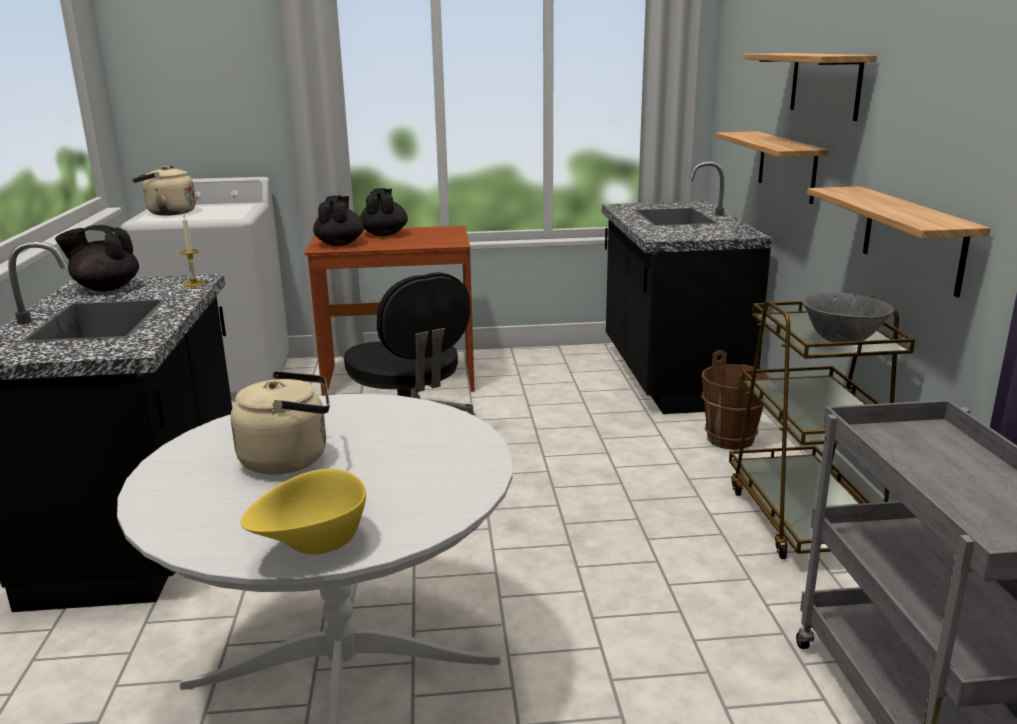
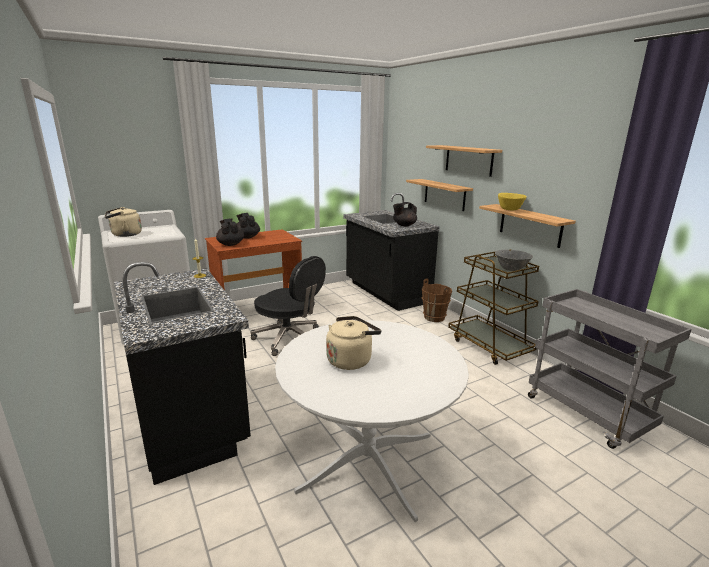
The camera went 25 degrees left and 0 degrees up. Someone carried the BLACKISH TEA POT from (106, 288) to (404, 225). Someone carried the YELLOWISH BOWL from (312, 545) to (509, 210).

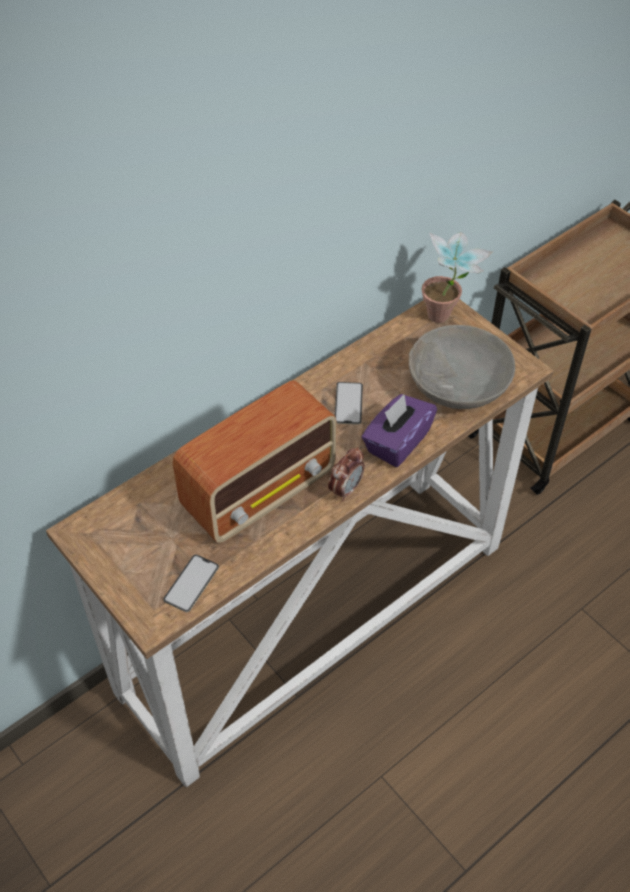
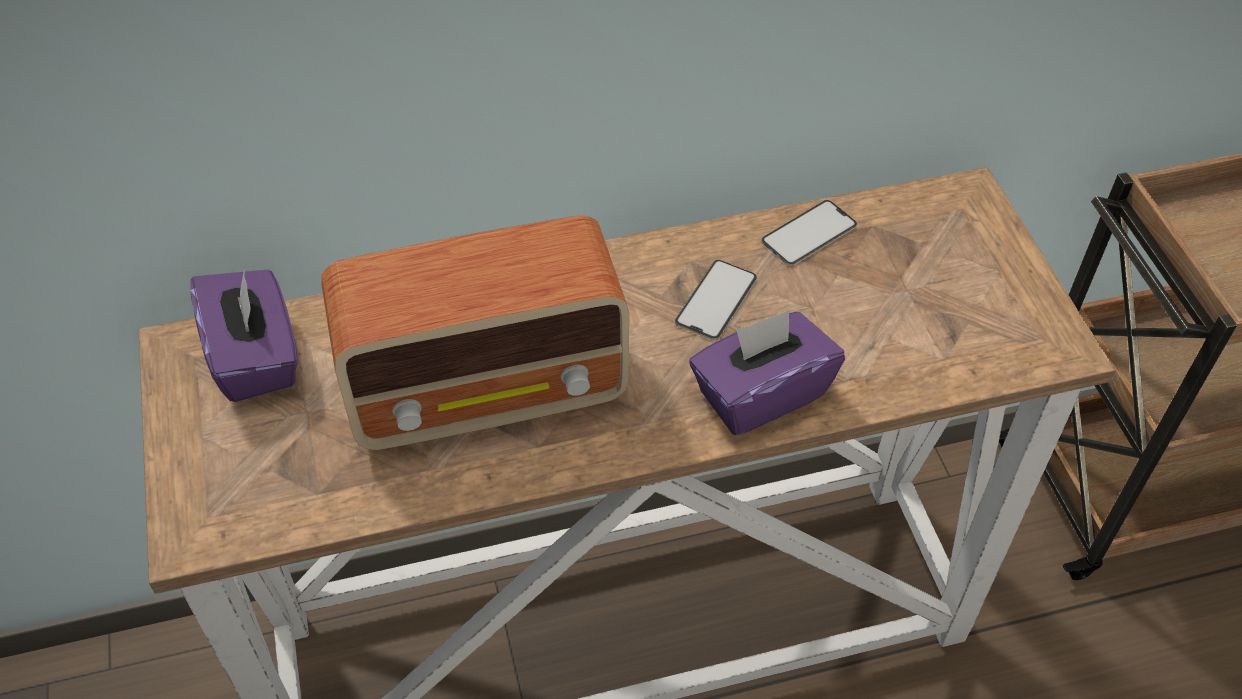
The camera went 25 degrees right and 0 degrees up. Someone took away the POTTED PLANT at (446, 318). Someone took away the GREY BOWL at (458, 385). Someone took away the TABLE CLOCK at (346, 489). Someone carried the TELEPHONE from (191, 583) to (809, 233). Someone put down the PURPLISH BOX OF TISSUES at (256, 357).

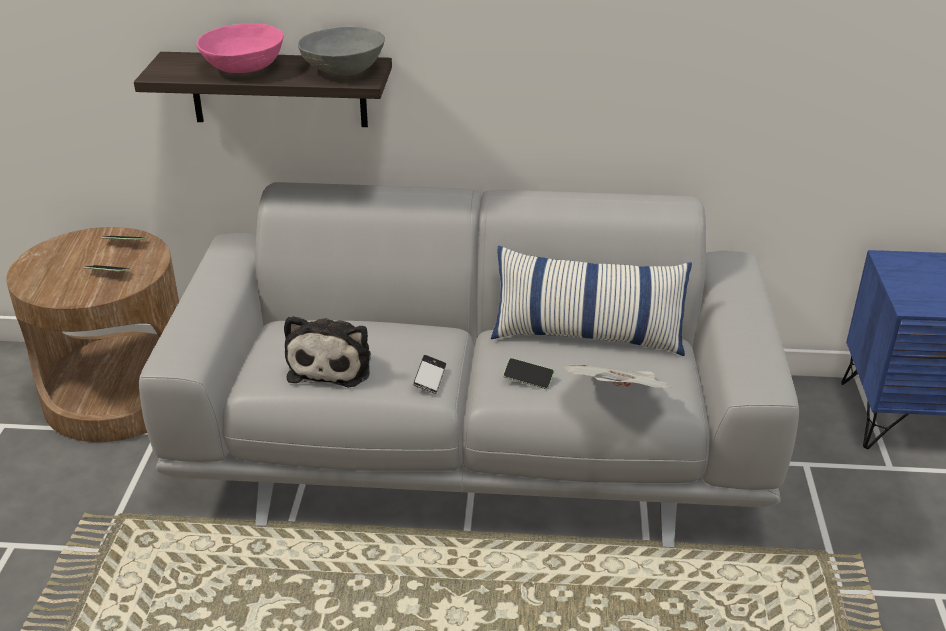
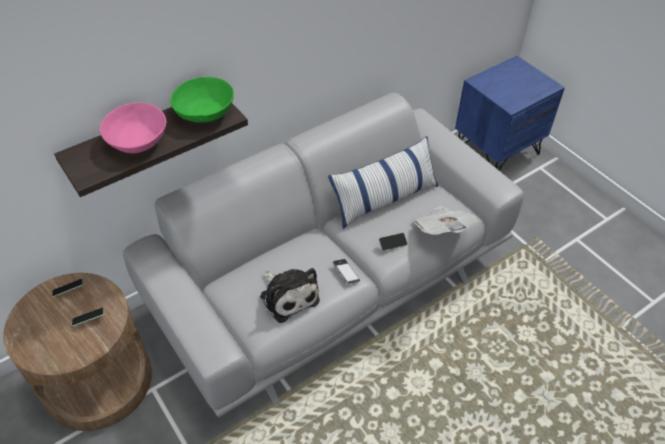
The camera went 40 degrees left and 15 degrees up. Someone repainted the GREY BOWL at (344, 70), which became the GREEN BOWL at (205, 112).

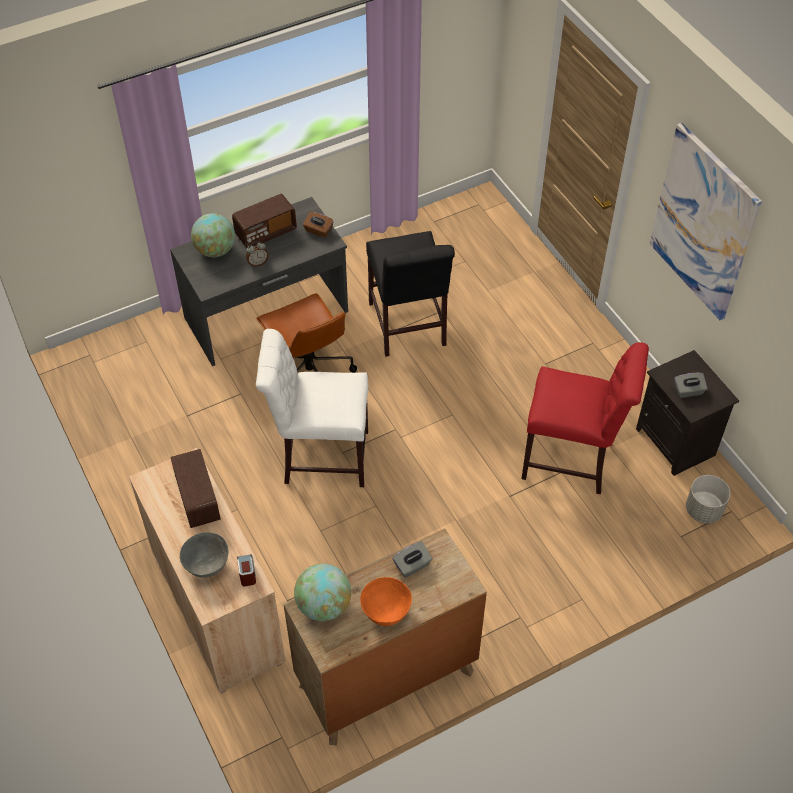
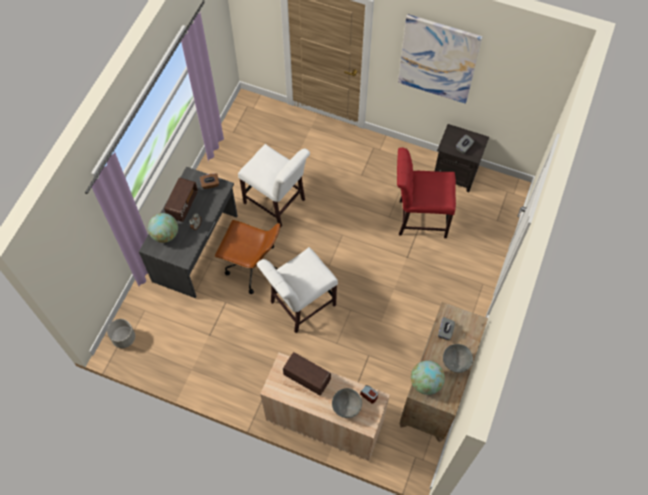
The camera went 40 degrees left and 10 degrees up. Someone repainted the BLACKISH UPRIGHT CHAIR at (408, 328), which became the WHITISH UPRIGHT CHAIR at (277, 203). Someone rotated the RED-COLOURED UPRIGHT CHAIR at (572, 461) by 150 degrees counterclockwise. Someone carried the GREY FLOWER POT from (703, 510) to (124, 338). Someone repainted the ORANGE BOWL at (386, 613), which became the GREY BOWL at (455, 363).

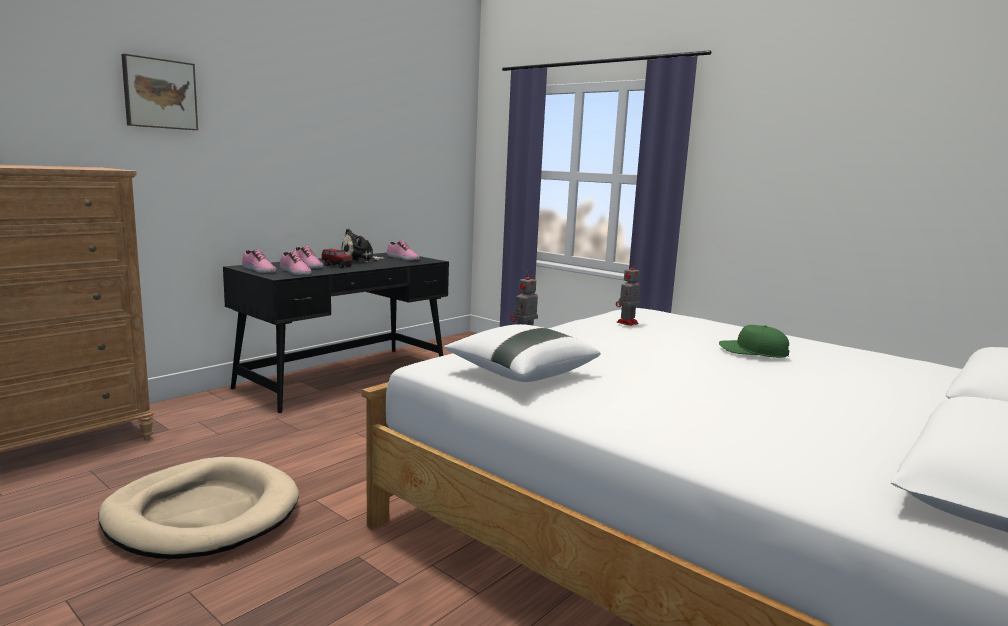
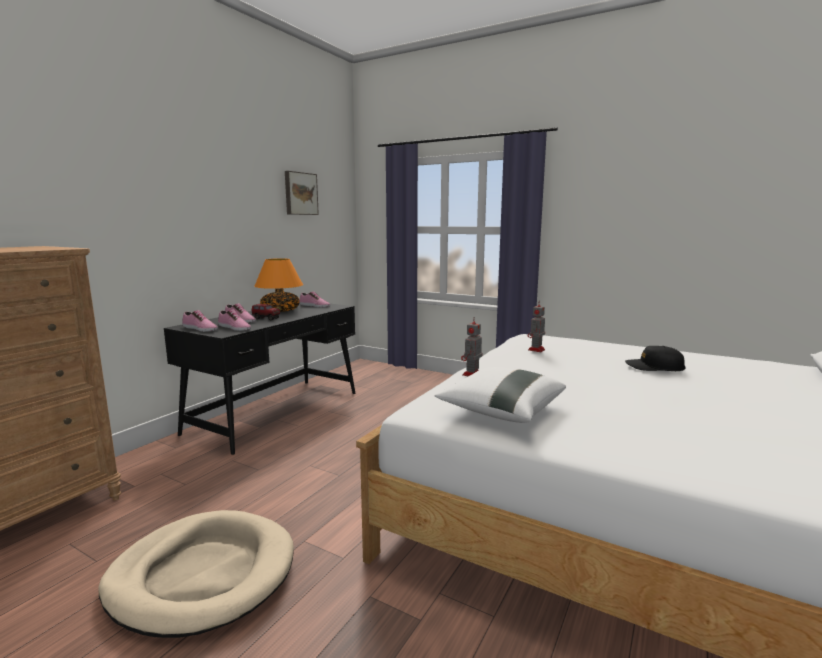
The camera went 10 degrees left and 0 degrees up. Someone carried the WALL PICTURE from (159, 94) to (300, 193). Someone swapped the CUDDLY TOY at (360, 260) for the ORANGE LAMP FOR A TABLE at (280, 310). Someone repainted the GREEN PEAKED CAP at (753, 352), which became the BLACKISH PEAKED CAP at (654, 367).

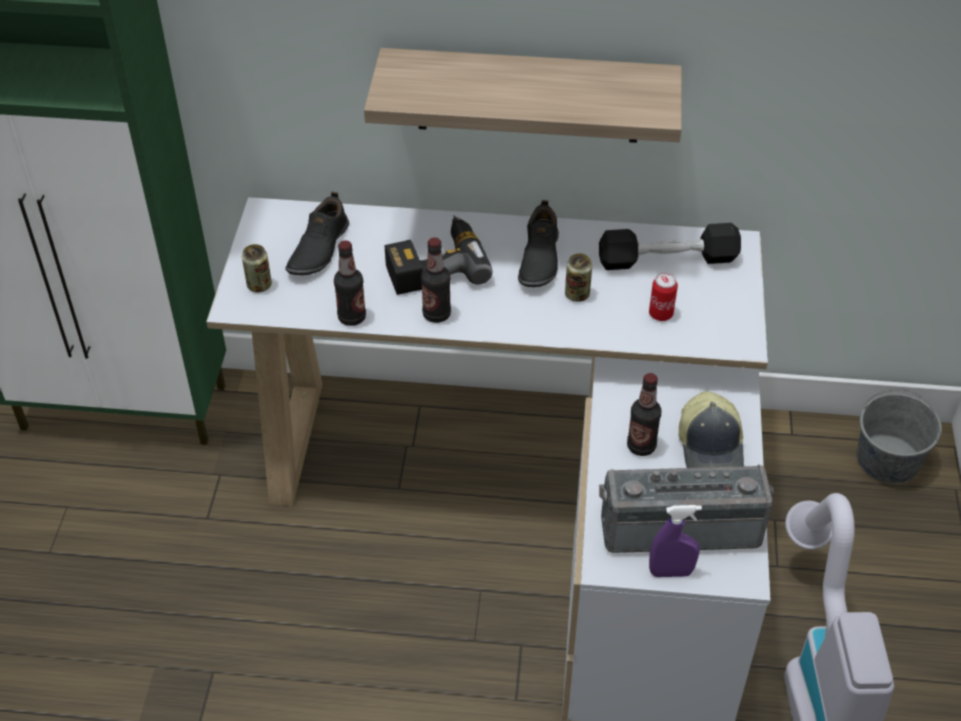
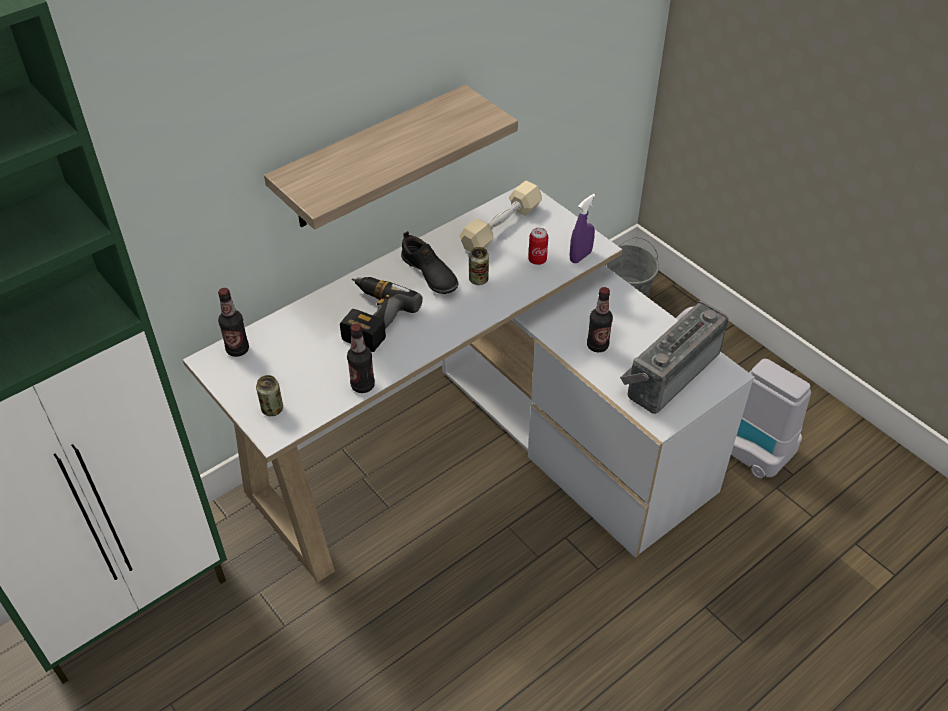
The camera went 45 degrees left and 0 degrees up. Someone took away the BLACKISH ITEM OF FOOTWEAR at (318, 249). Someone repainted the BLACKISH HAND WEIGHT at (667, 259), which became the BEIGE HAND WEIGHT at (501, 227). Someone carried the DRINK BOTTLE from (436, 314) to (237, 349). Someone took away the PEAKED CAP at (711, 447). Someone carried the PURPLISH HAND SPRAYER from (671, 572) to (580, 256).

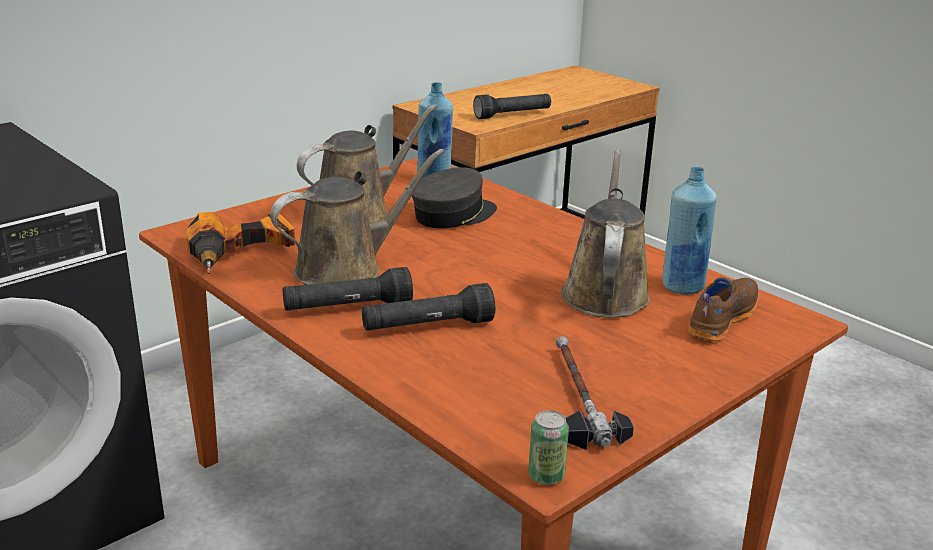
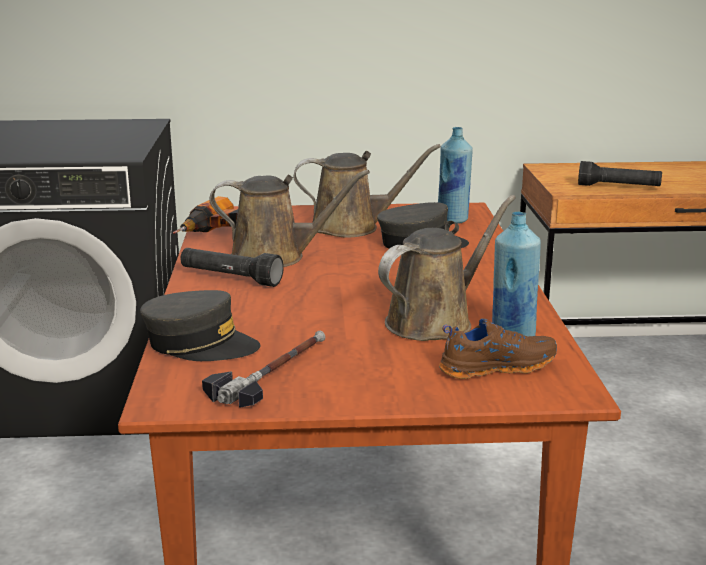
The camera went 40 degrees right and 5 degrees down. Someone took away the BLACKISH FLASHLIGHT at (427, 327). Someone took away the CAN at (546, 476). Someone put down the GREY PEAKED CAP at (200, 344).

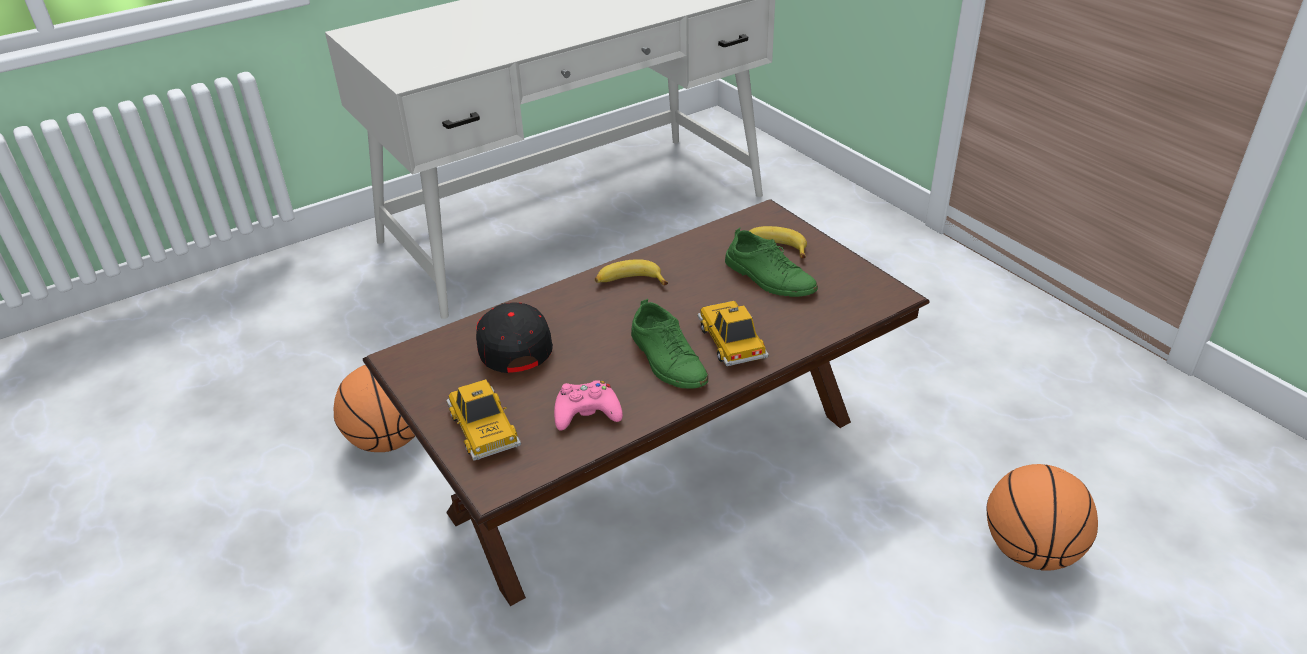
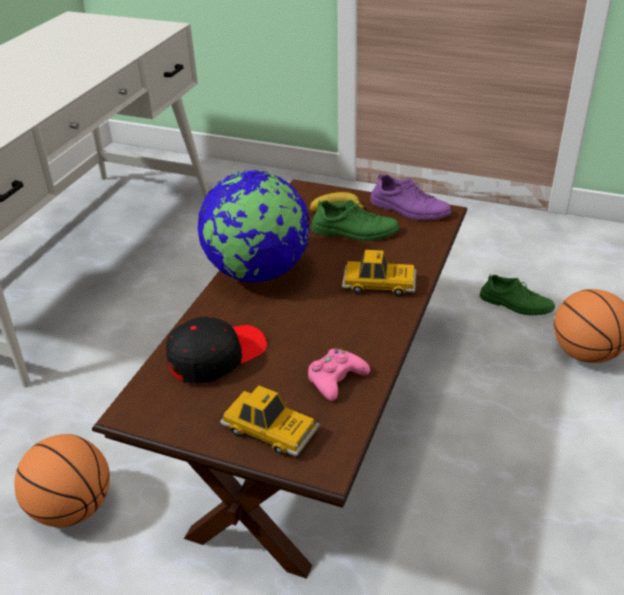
The camera went 35 degrees left and 0 degrees up. Someone swapped the BANANA FRUIT at (629, 282) for the DESK GLOBE at (258, 273). Someone carried the GREEN ITEM OF FOOTWEAR from (667, 359) to (515, 304). Someone rotated the MINIATURE CAR at (731, 341) by 150 degrees clockwise. Someone rotated the BLACKISH PEAKED CAP at (512, 343) by 105 degrees clockwise. Someone put down the PURPLISH ITEM OF FOOTWEAR at (409, 209).

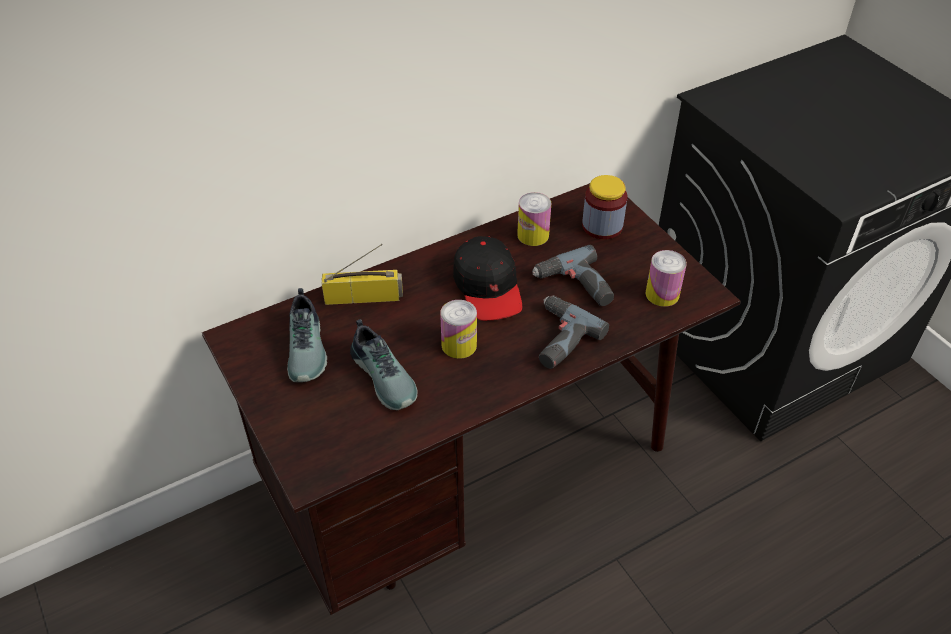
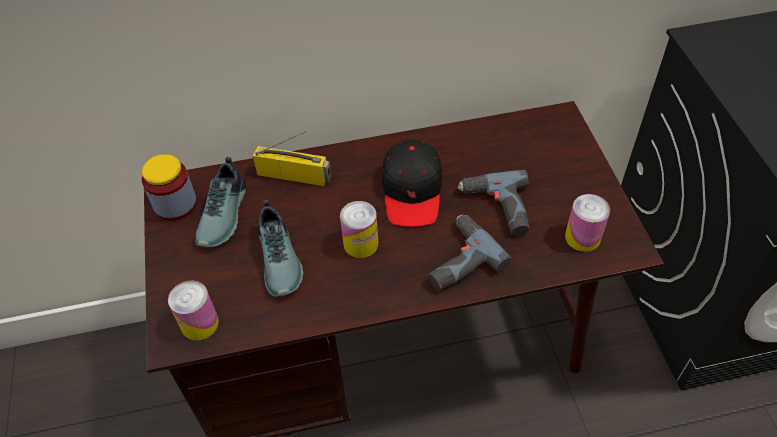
The camera went 20 degrees right and 5 degrees up. Someone carried the JAR from (602, 226) to (175, 204). Someone carried the CAN from (533, 235) to (199, 323).

